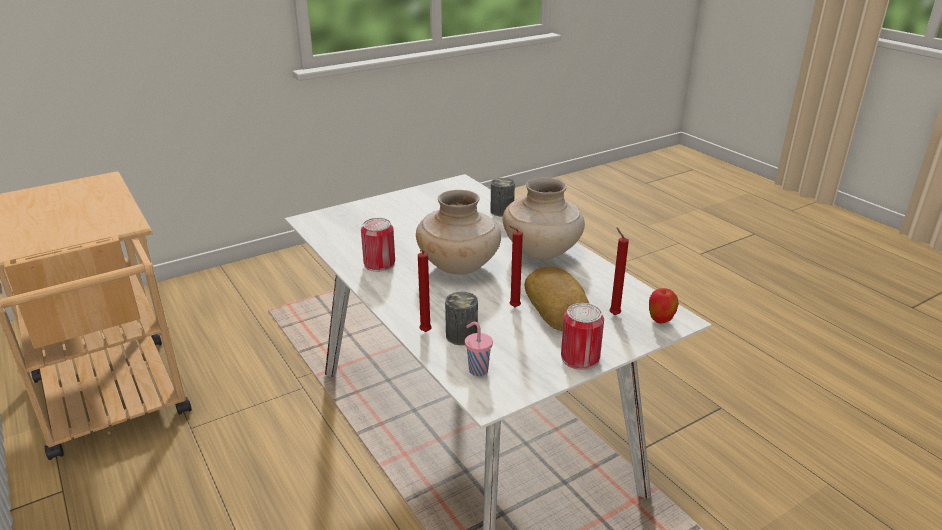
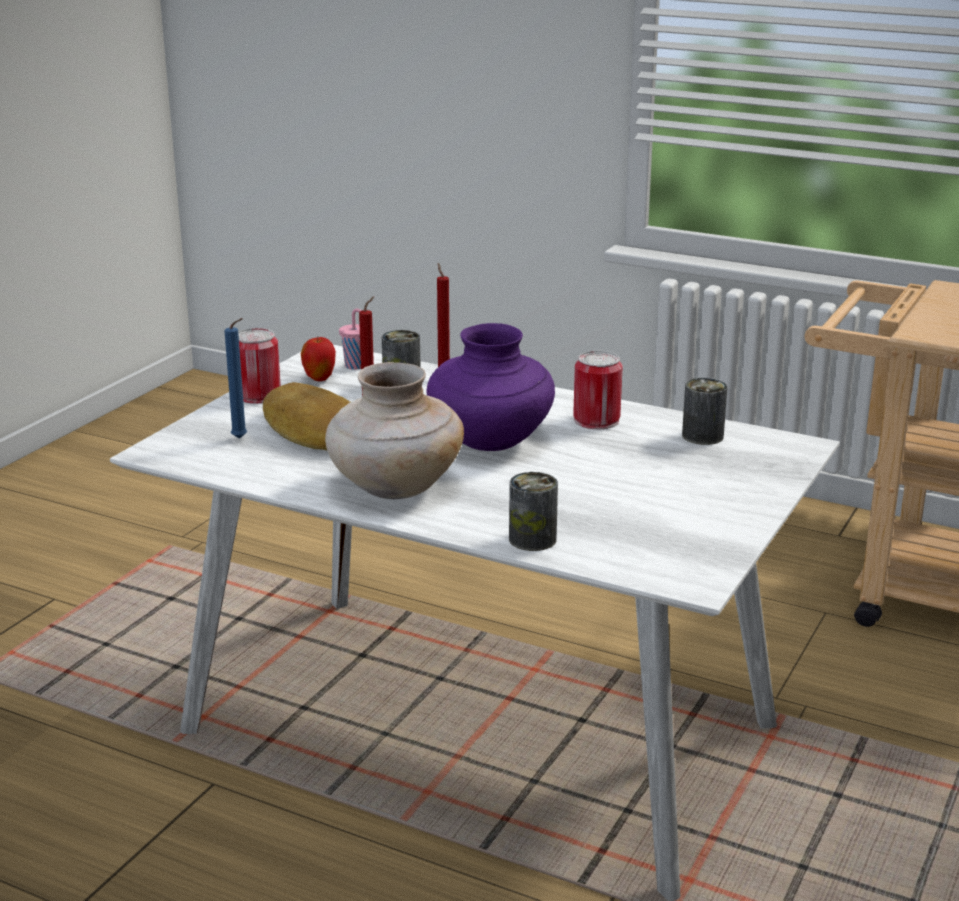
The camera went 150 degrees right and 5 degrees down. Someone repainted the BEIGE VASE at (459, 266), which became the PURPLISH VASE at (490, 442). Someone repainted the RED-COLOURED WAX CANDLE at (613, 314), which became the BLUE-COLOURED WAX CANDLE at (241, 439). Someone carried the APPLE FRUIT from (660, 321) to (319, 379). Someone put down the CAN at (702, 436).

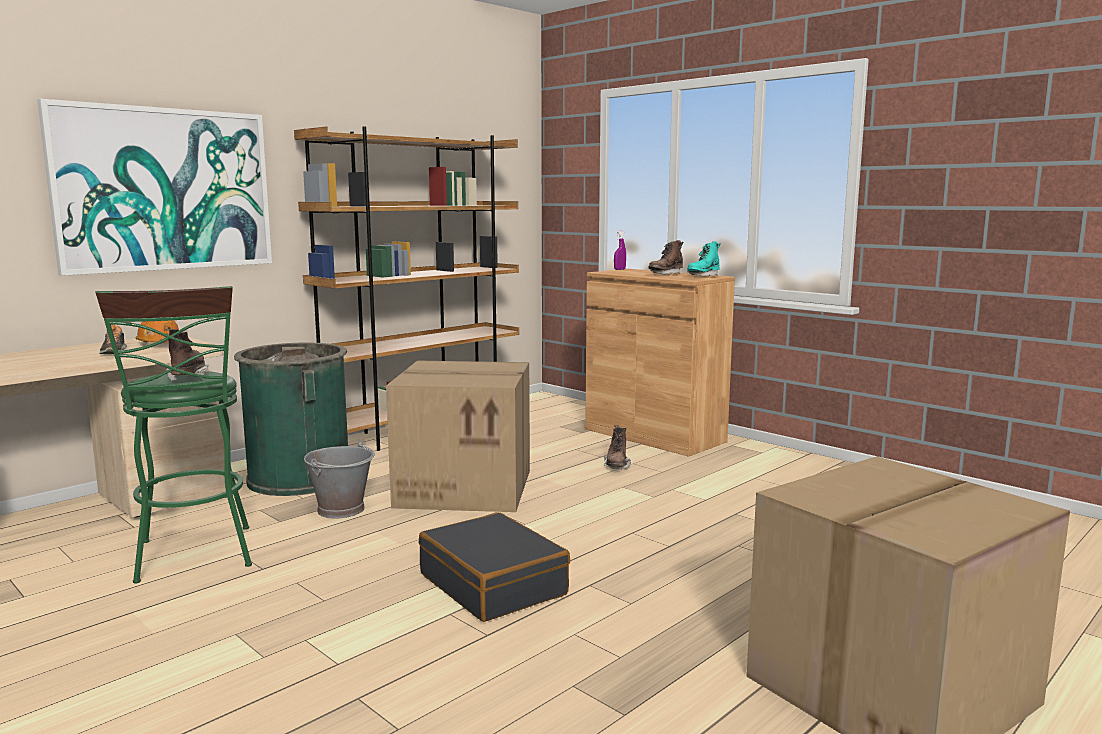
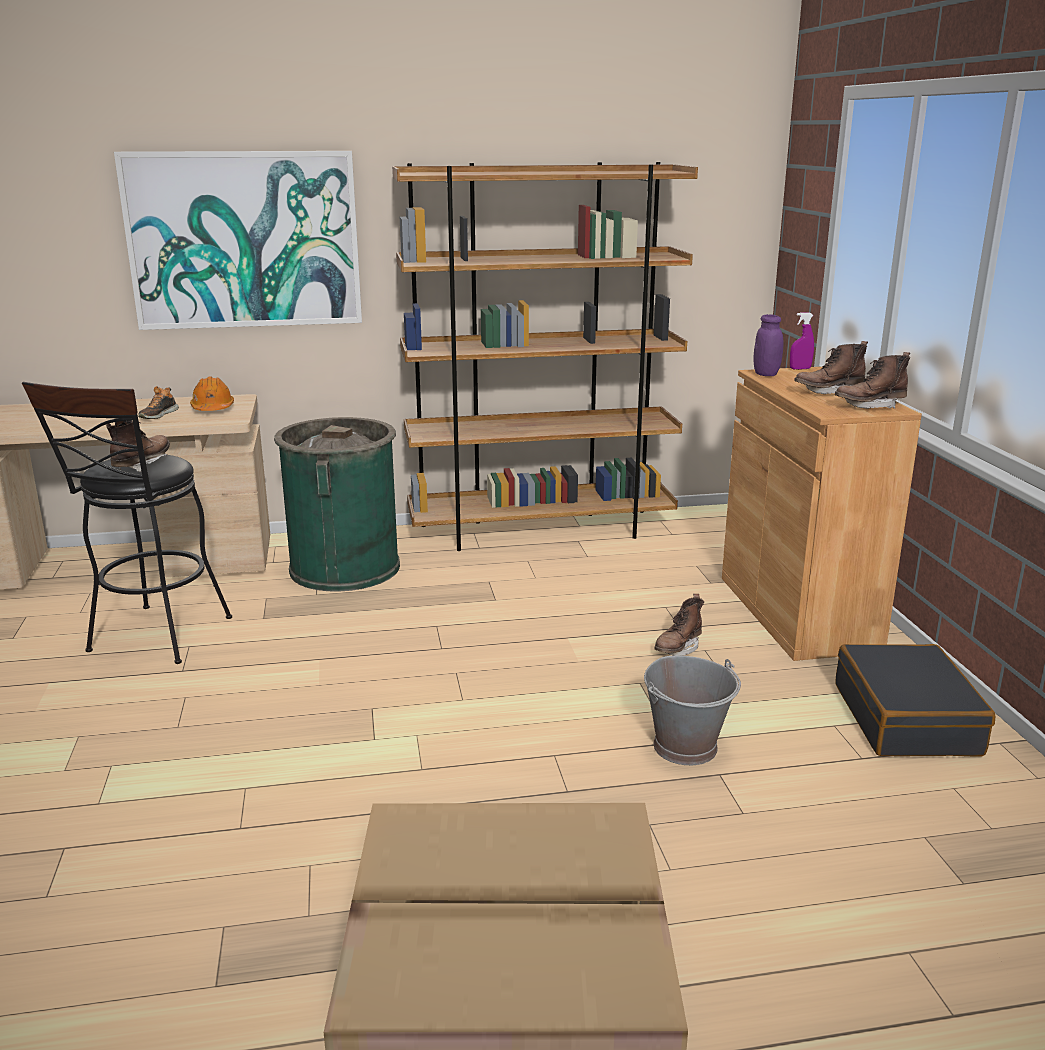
The camera went 35 degrees right and 10 degrees up. Someone repainted the TURQUOISE HIGH-TOP BOOT at (703, 276), which became the BROWN HIGH-TOP BOOT at (869, 406). Someone repainted the GREEN STOOL SEAT at (195, 558), which became the BLACKISH STOOL SEAT at (154, 639). Someone took away the PACKING BOX at (467, 487). Someone carried the GREY WATER BUCKET from (342, 509) to (686, 747). Someone carried the BLACKISH PIECE OF LUGGAGE from (493, 584) to (907, 719). Someone put down the PURPLISH JAR at (766, 374).

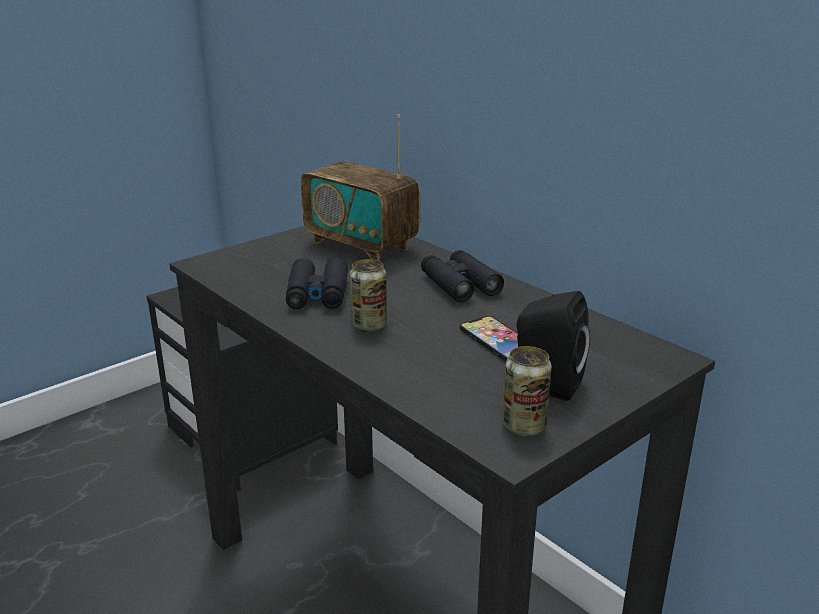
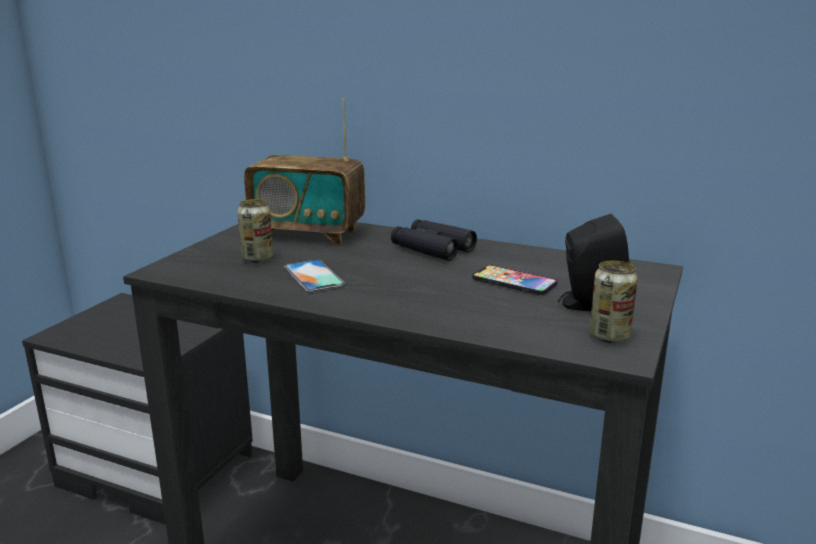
The camera went 25 degrees left and 5 degrees down. Someone swapped the BLACKISH FIELD GLASSES at (317, 294) for the TELEPHONE at (313, 276). Someone carried the CAN from (369, 325) to (257, 258).

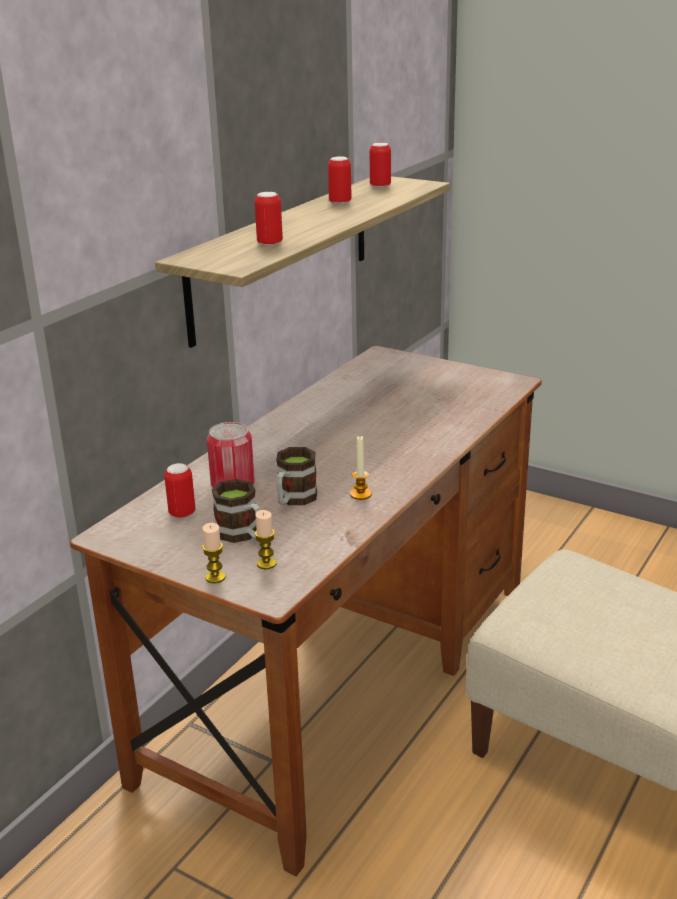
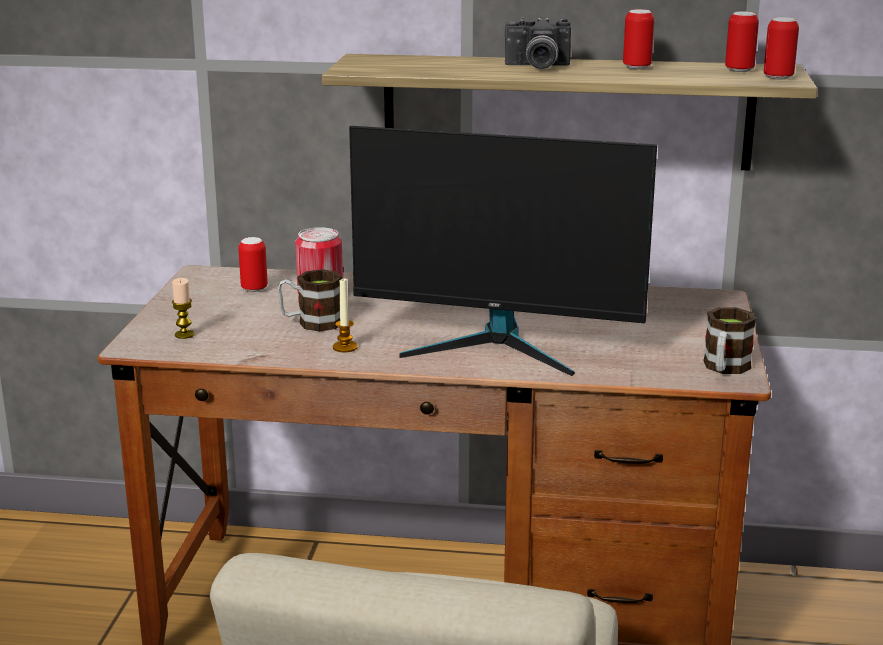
The camera went 65 degrees right and 5 degrees down. Someone carried the CAN from (270, 244) to (778, 77). Someone carried the COFFEE MUG from (242, 535) to (724, 368). Someone took away the WAX CANDLE at (215, 577). Someone put down the STILL CAMERA at (537, 67). Someone put down the COMPUTER DISPLAY at (497, 345).

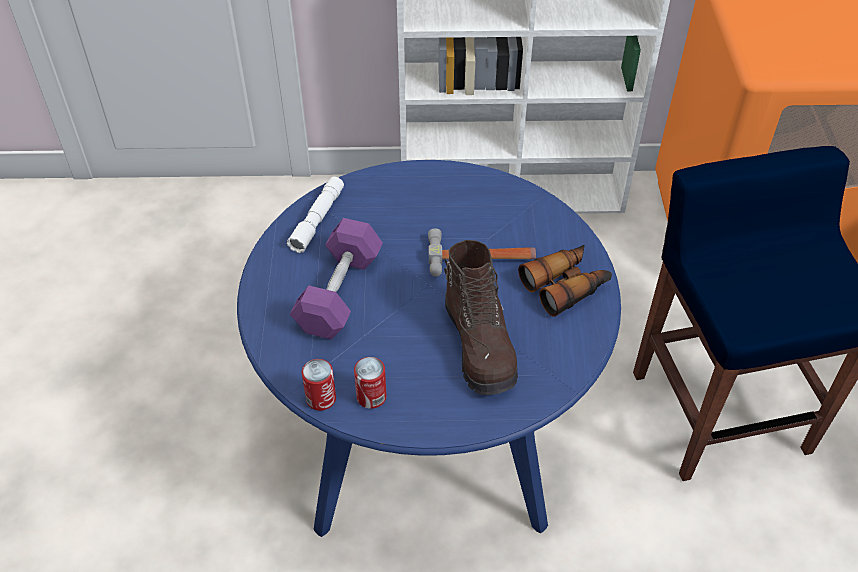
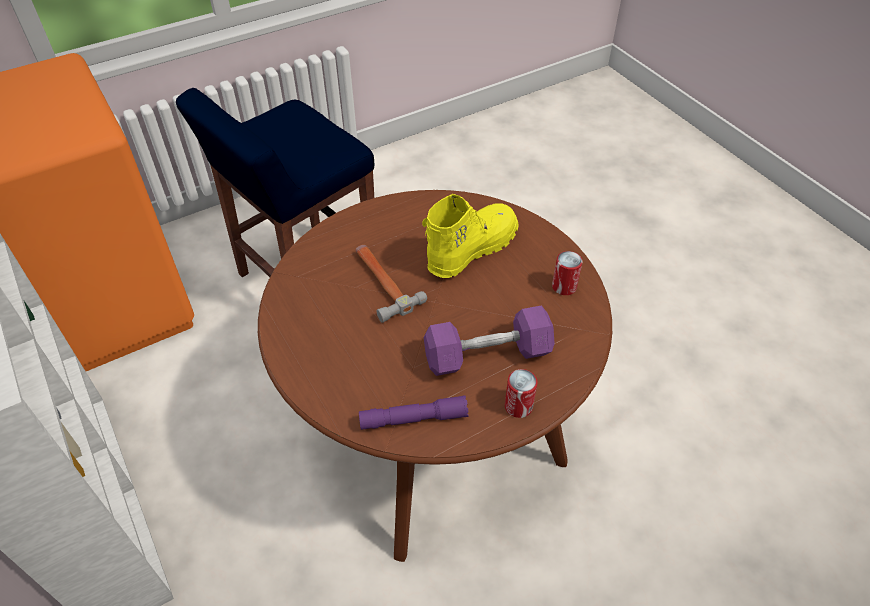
The camera went 120 degrees left and 0 degrees up. Someone repainted the BLUE-COLOURED DINING TABLE at (428, 434), which became the BROWN DINING TABLE at (435, 434). Someone repainted the WHITISH FLASHLIGHT at (317, 220), which became the PURPLISH FLASHLIGHT at (413, 419). Someone repainted the BROWN HIGH-TOP BOOT at (480, 345), which became the YELLOWISH HIGH-TOP BOOT at (470, 249). Someone took away the FIELD GLASSES at (566, 285). Someone carried the CAN from (321, 398) to (518, 406).

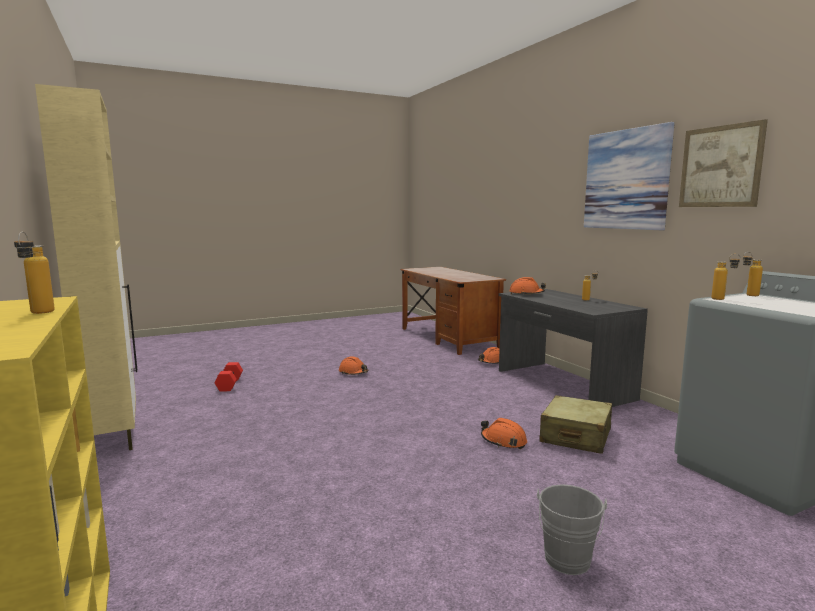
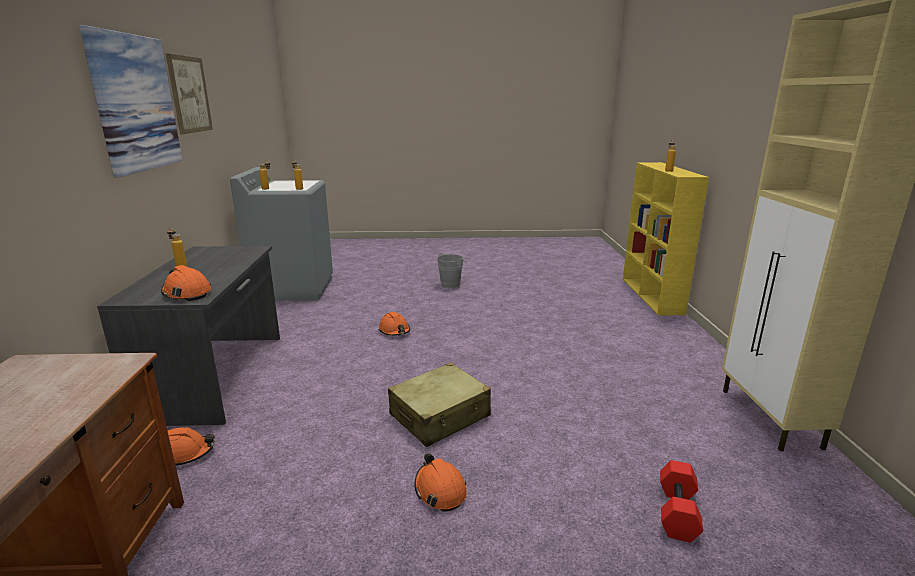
The camera went 155 degrees left and 10 degrees up. Someone carried the BEIGE PIECE OF LUGGAGE from (575, 436) to (440, 416).

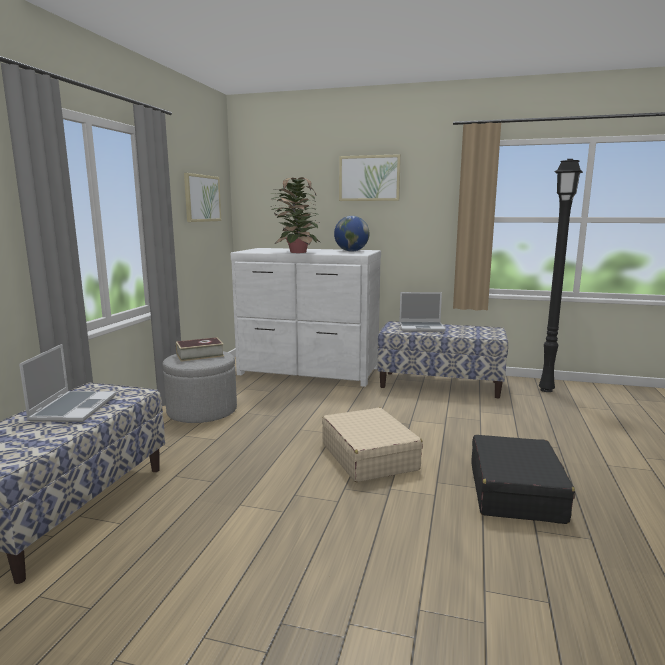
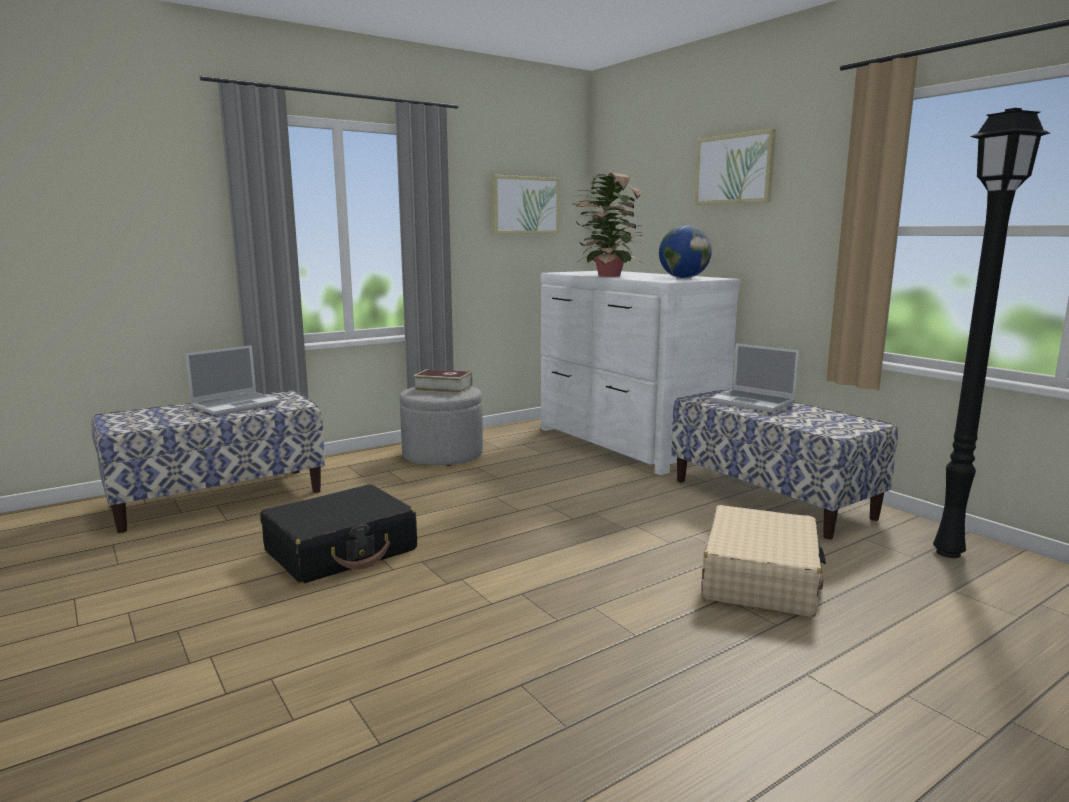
The camera went 40 degrees right and 0 degrees up. Someone carried the BEIGE PIECE OF LUGGAGE from (369, 456) to (760, 578). Someone carried the BLACKISH PIECE OF LUGGAGE from (515, 492) to (342, 551).

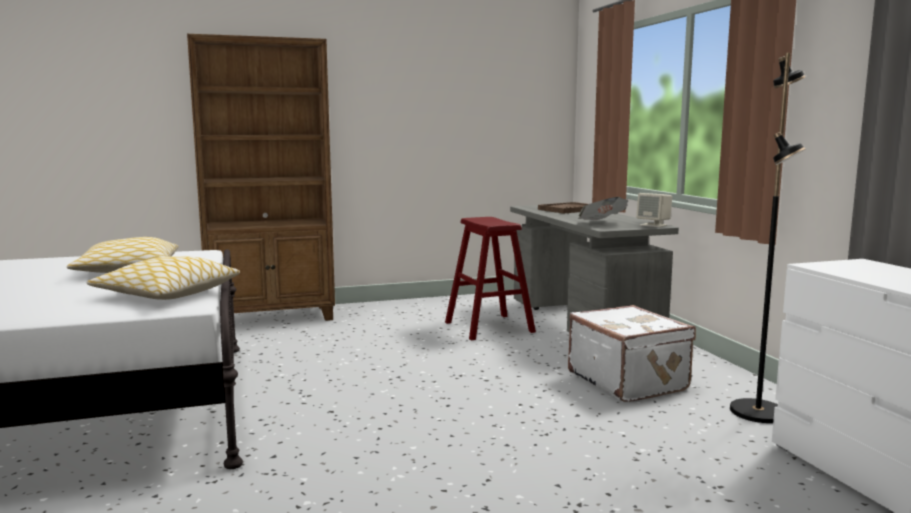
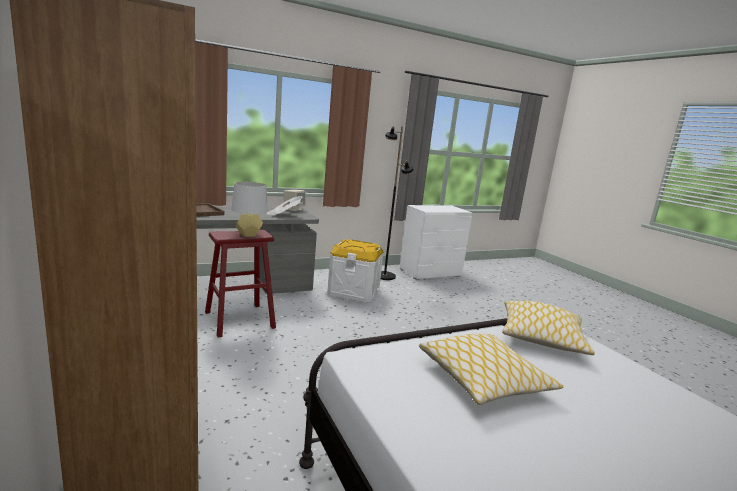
The camera went 100 degrees left and 5 degrees up. Someone swapped the WHITISH PIECE OF LUGGAGE at (628, 381) for the WHITISH STORAGE CONTAINER at (353, 292). Someone put down the GREY LAMP FOR A TABLE at (249, 234).

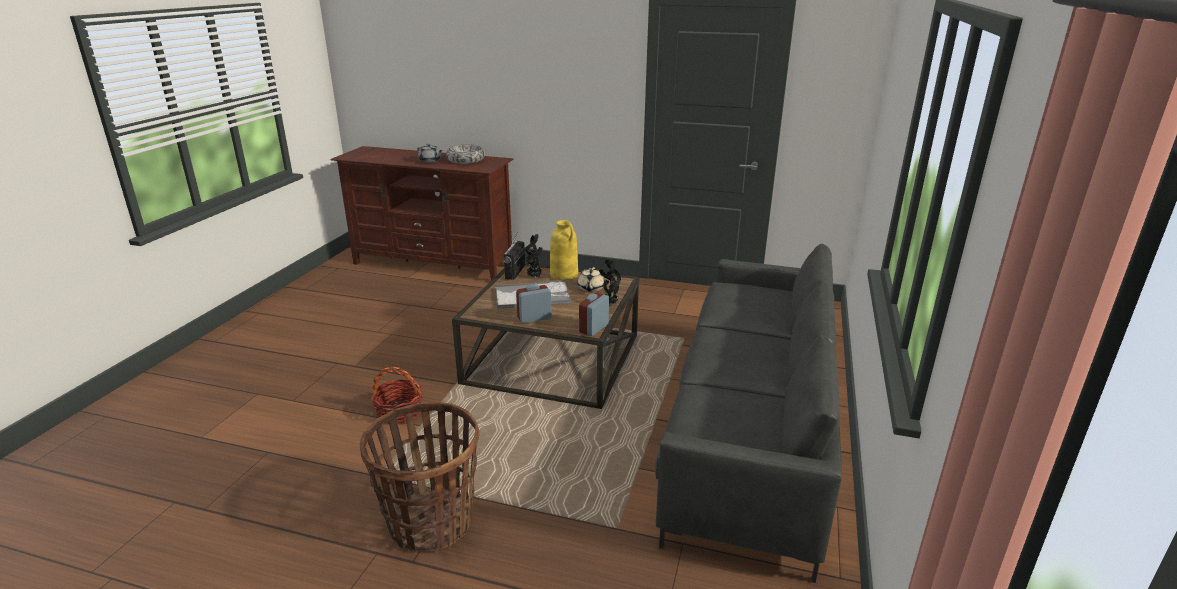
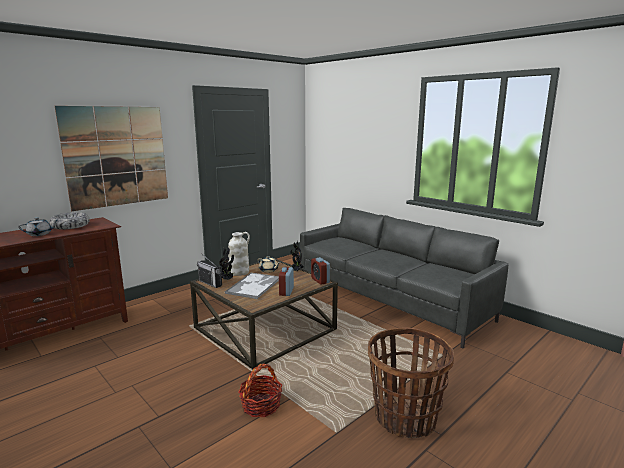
The camera went 60 degrees left and 10 degrees down. Someone repainted the YELLOWISH VASE at (564, 275), which became the WHITISH VASE at (239, 272). Someone put up the WALL PICTURE at (116, 156).

